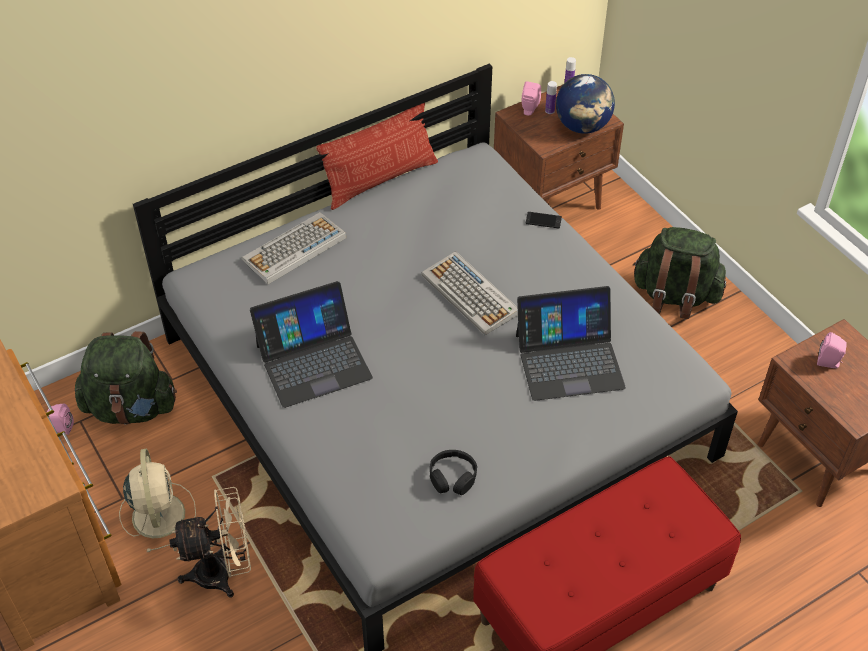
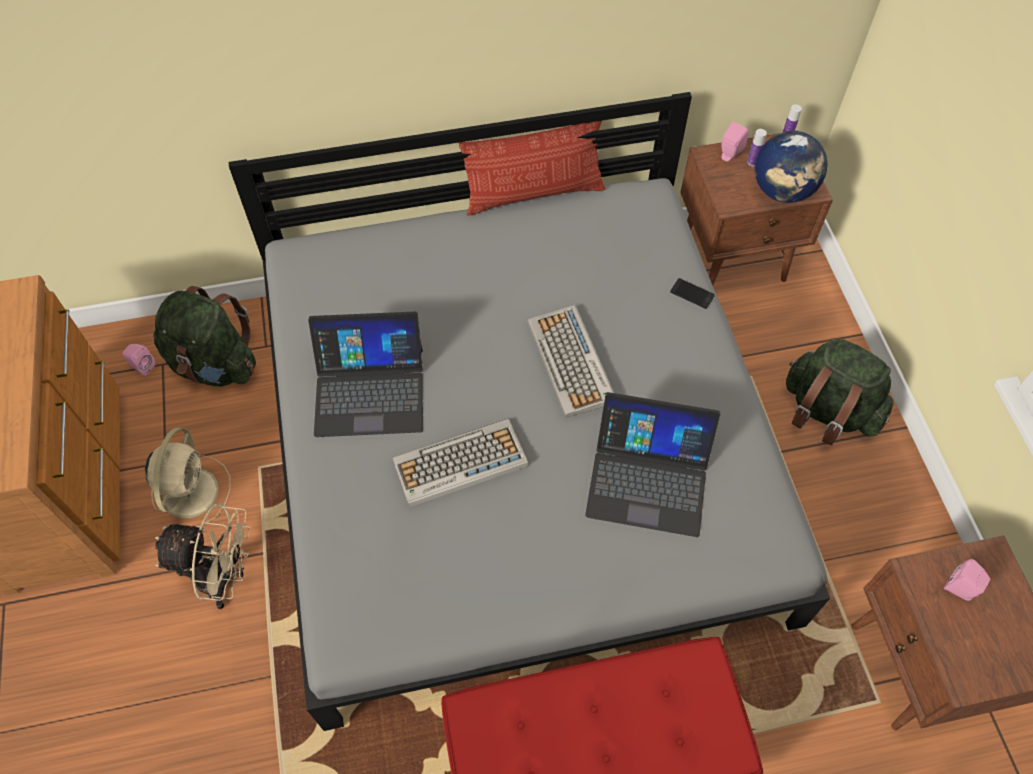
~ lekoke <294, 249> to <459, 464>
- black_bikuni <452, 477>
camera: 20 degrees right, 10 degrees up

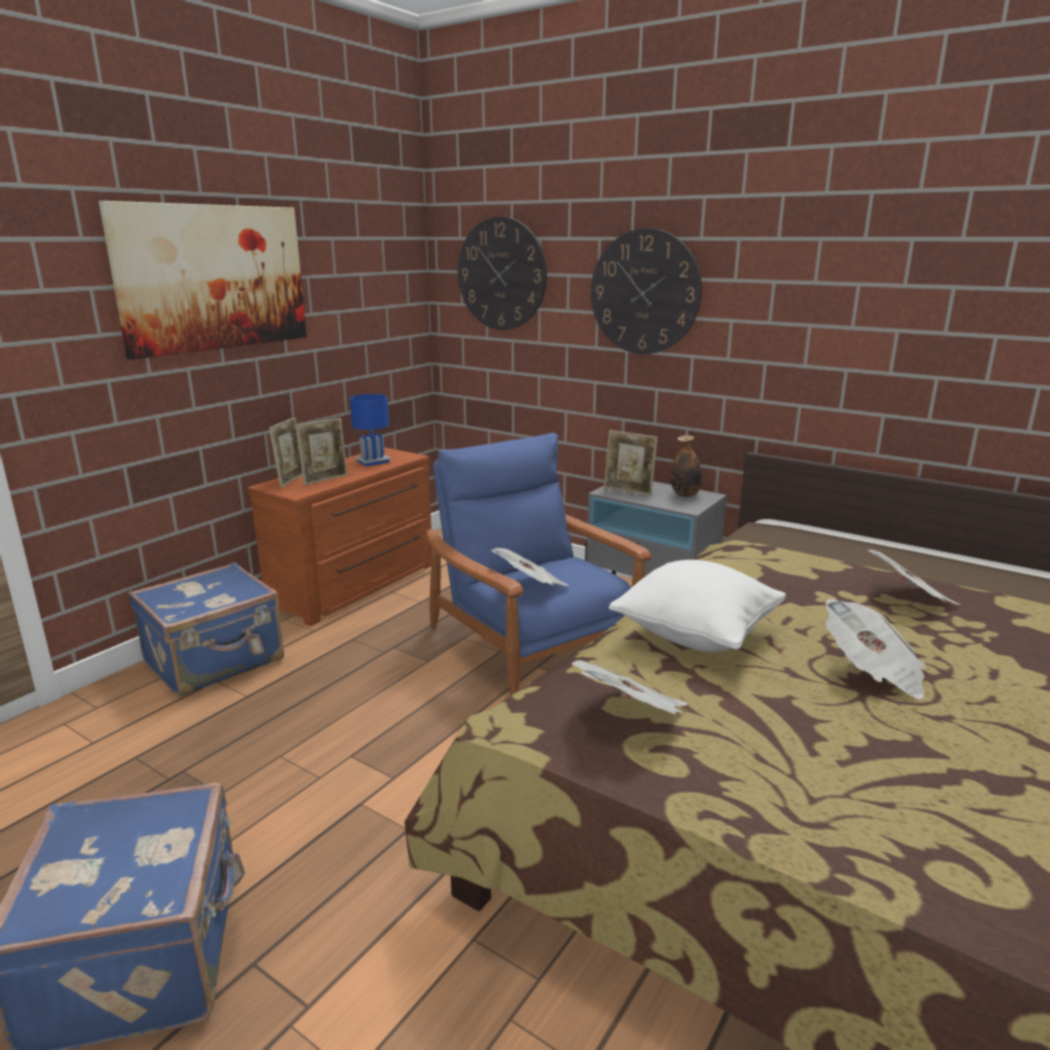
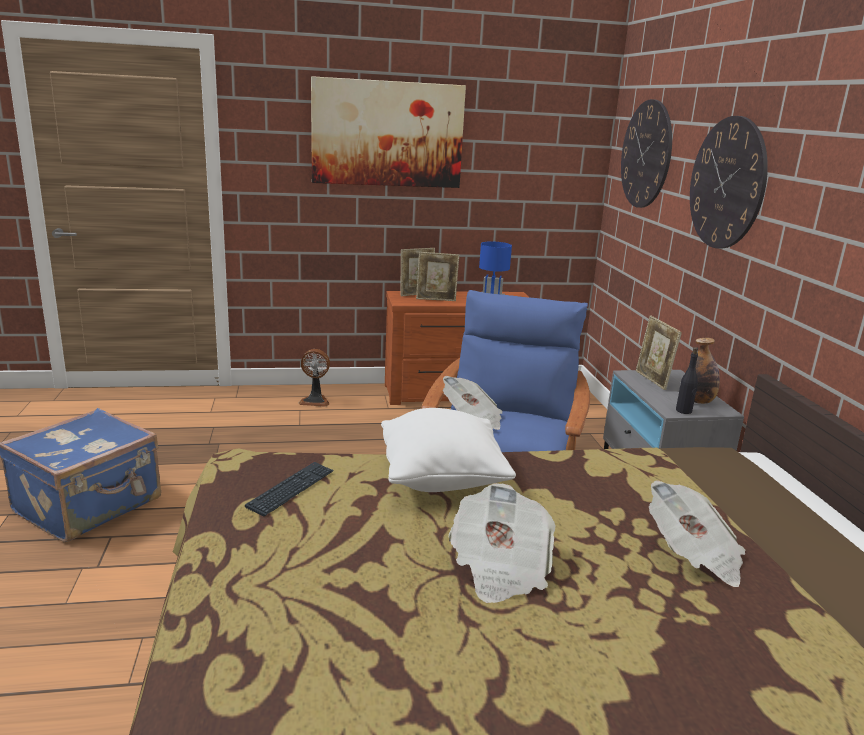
~ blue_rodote <216, 661> to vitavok <315, 401>
~ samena <631, 714> to lekoke <291, 489>
+ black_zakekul <684, 411>
camera: 45 degrees right, 0 degrees up

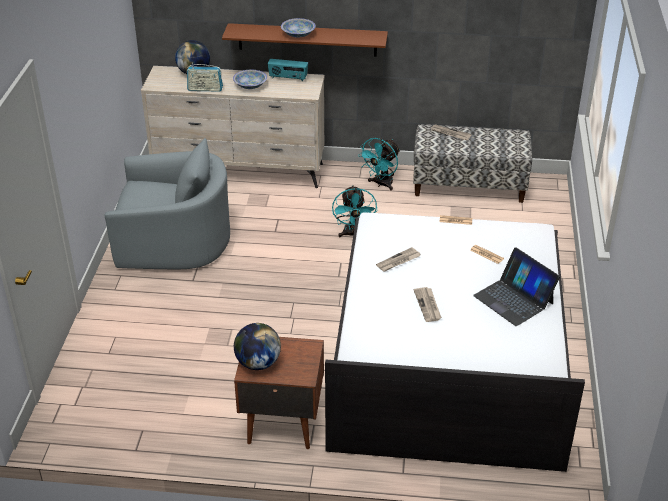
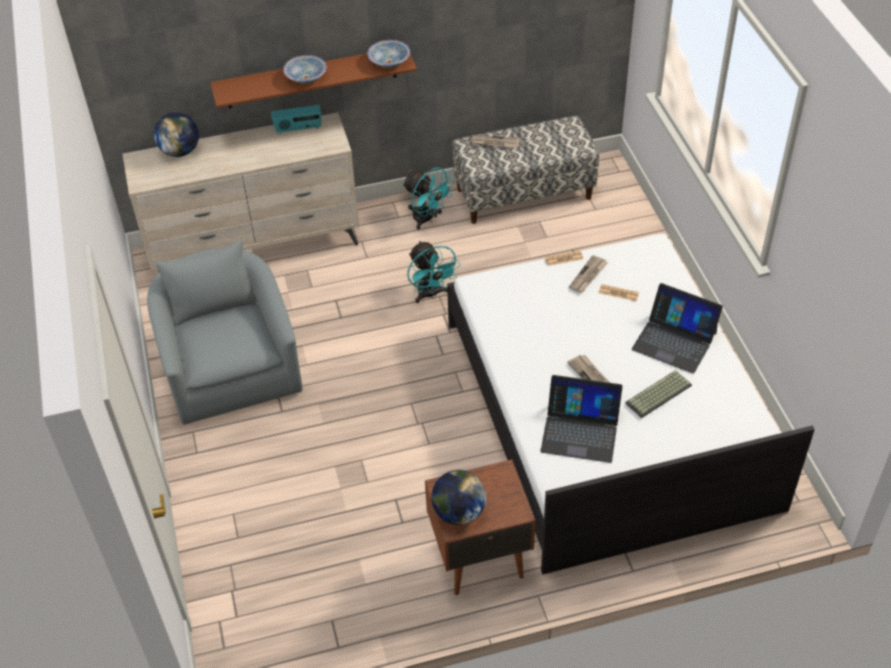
- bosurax <205, 89>
~ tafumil <250, 85> to <389, 62>
~ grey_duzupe <174, 242> = <231, 367> 90 degrees counterclockwise
~ turquoise_vitavok <381, 184> = <427, 219> 60 degrees counterclockwise
~ samena <398, 261> to <588, 276>
+ lekoke <658, 395>
+ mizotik <580, 431>
camera: 20 degrees left, 10 degrees up

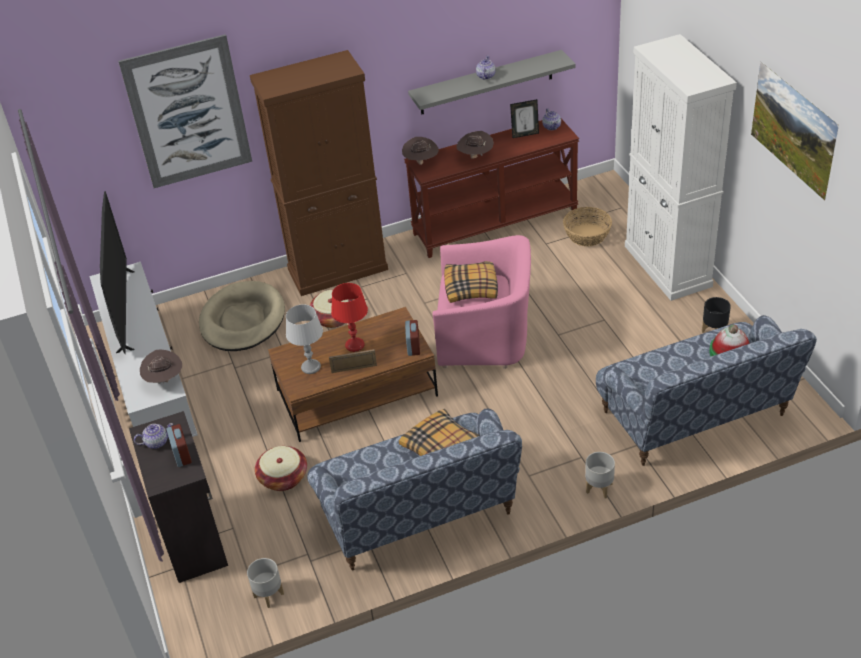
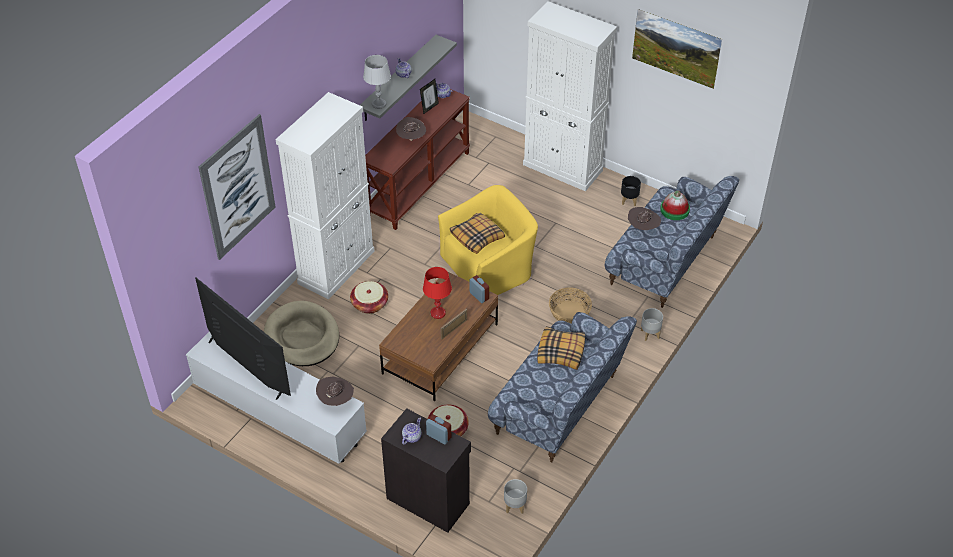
~ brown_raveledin <338, 269> to white_raveledin <336, 267>
~ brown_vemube <421, 162> to <643, 228>
~ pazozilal <586, 235> to <569, 313>
~ pink_duzupe <485, 335> to yellow_duzupe <489, 268>
~ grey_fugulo <311, 367> to <378, 104>
camera: 40 degrees left, 5 degrees up

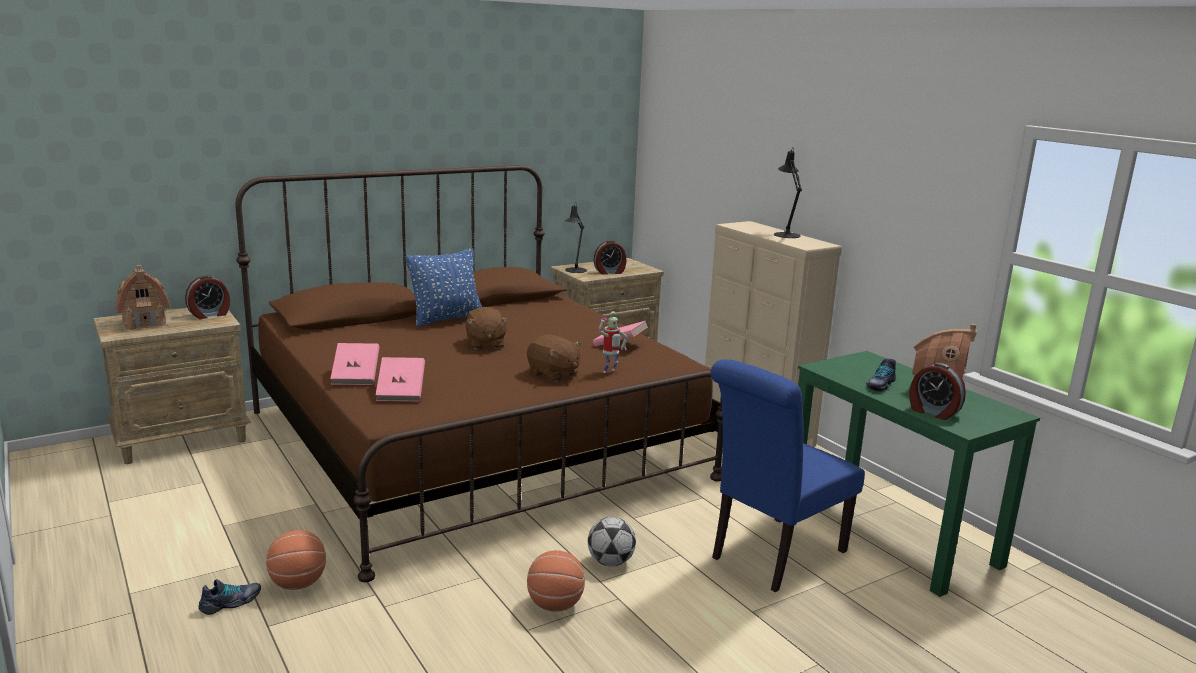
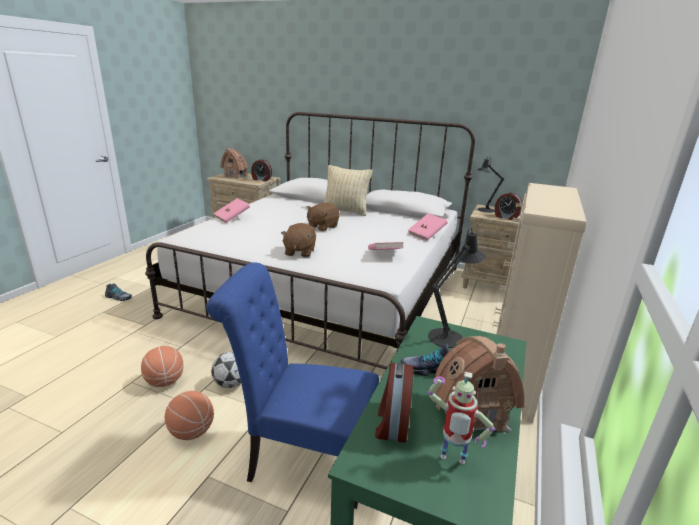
~ black_fugulo <785, 234> to <448, 336>
~ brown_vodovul <472, 444> to white_vodovul <326, 290>
~ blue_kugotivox <446, 319> to beige_kugotivox <345, 211>
~ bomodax <610, 372> to <451, 462>
~ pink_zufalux <401, 392> to <426, 235>
~ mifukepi <298, 583> to <192, 432>
camera: 55 degrees right, 5 degrees up

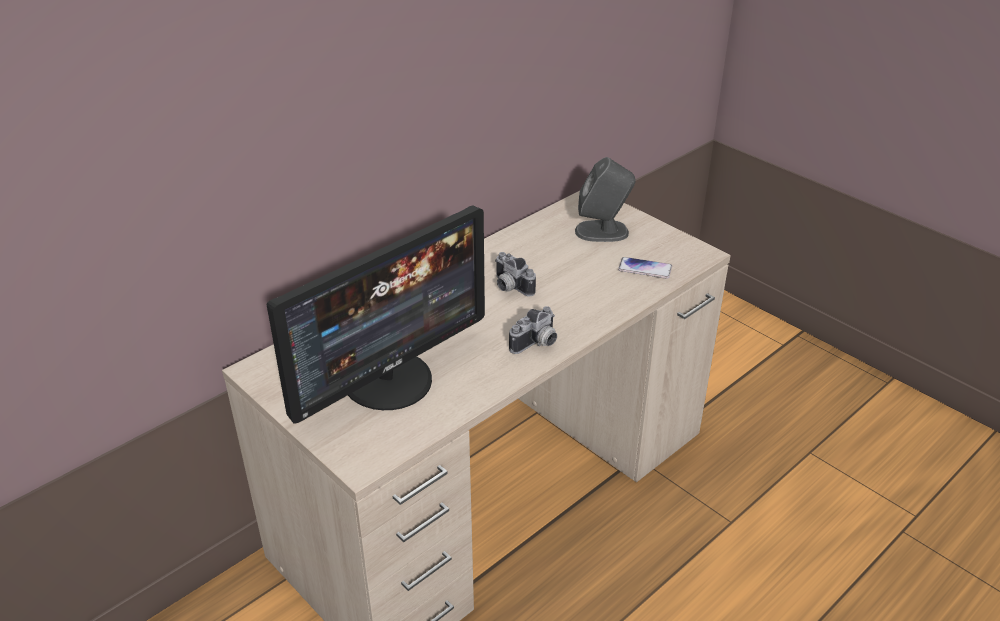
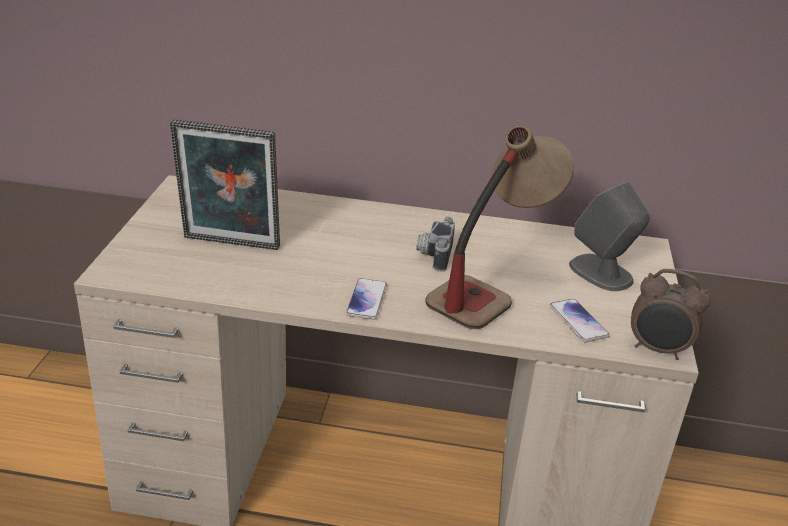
~ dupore <389, 380> to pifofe <230, 245>
~ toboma <537, 344> to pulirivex <367, 300>
+ fugulo <491, 288>
+ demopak <658, 350>
camera: 50 degrees right, 5 degrees down

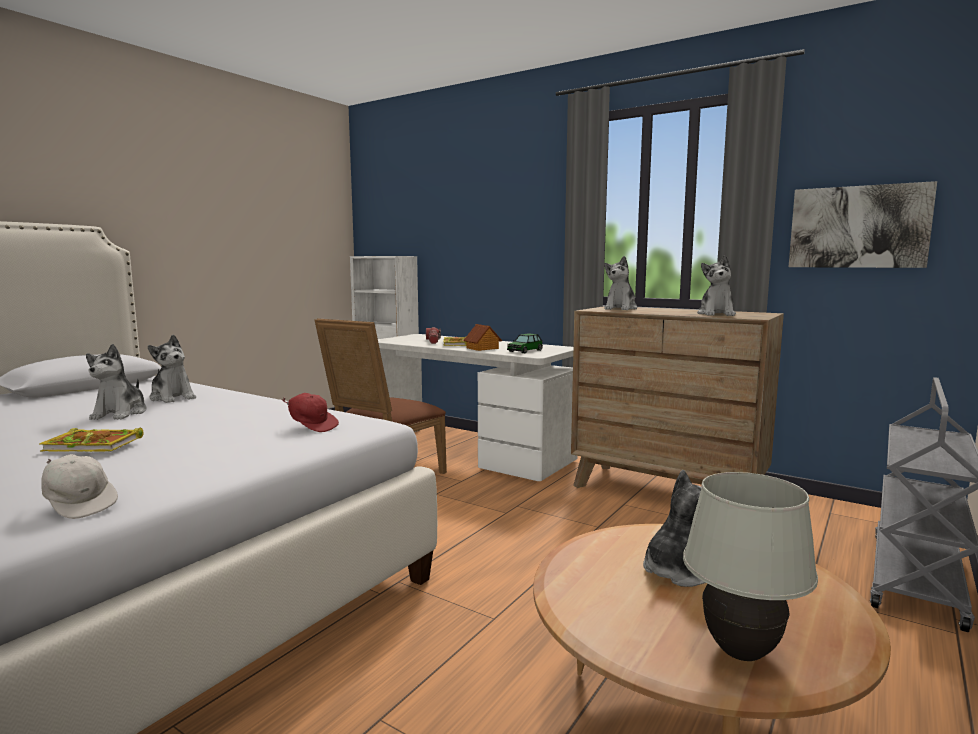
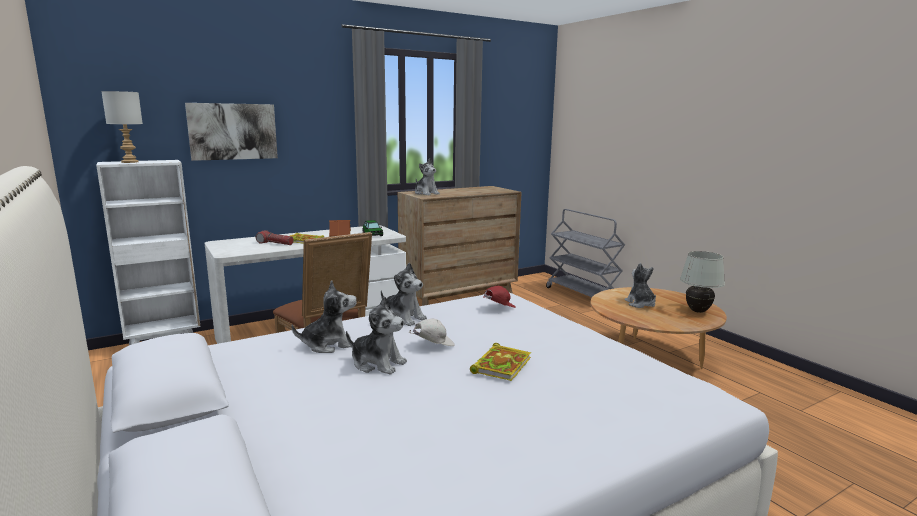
~ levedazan <858, 227> to <233, 131>
~ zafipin <716, 314> to <403, 318>
~ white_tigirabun <80, 505> to <433, 345>
+ grey_fugulo <129, 162>
camera: 65 degrees left, 5 degrees up

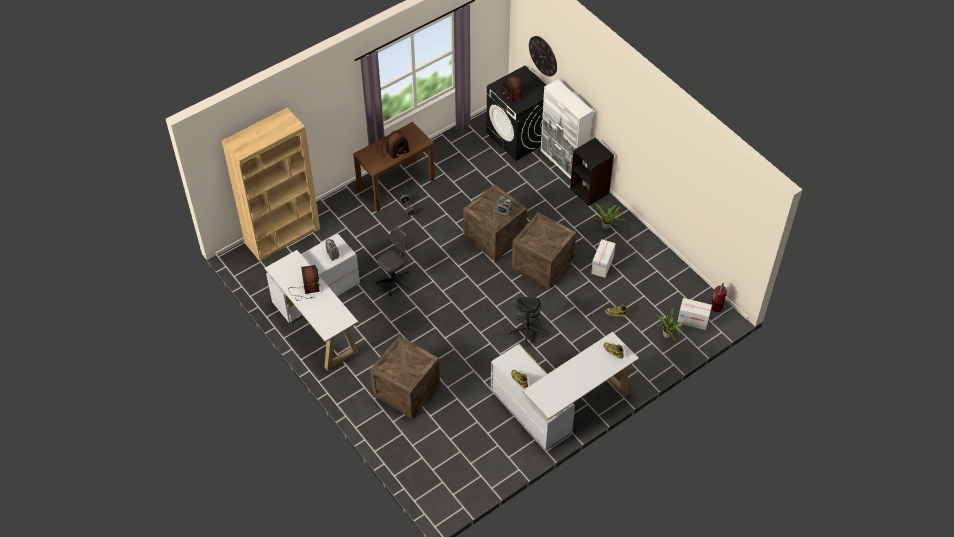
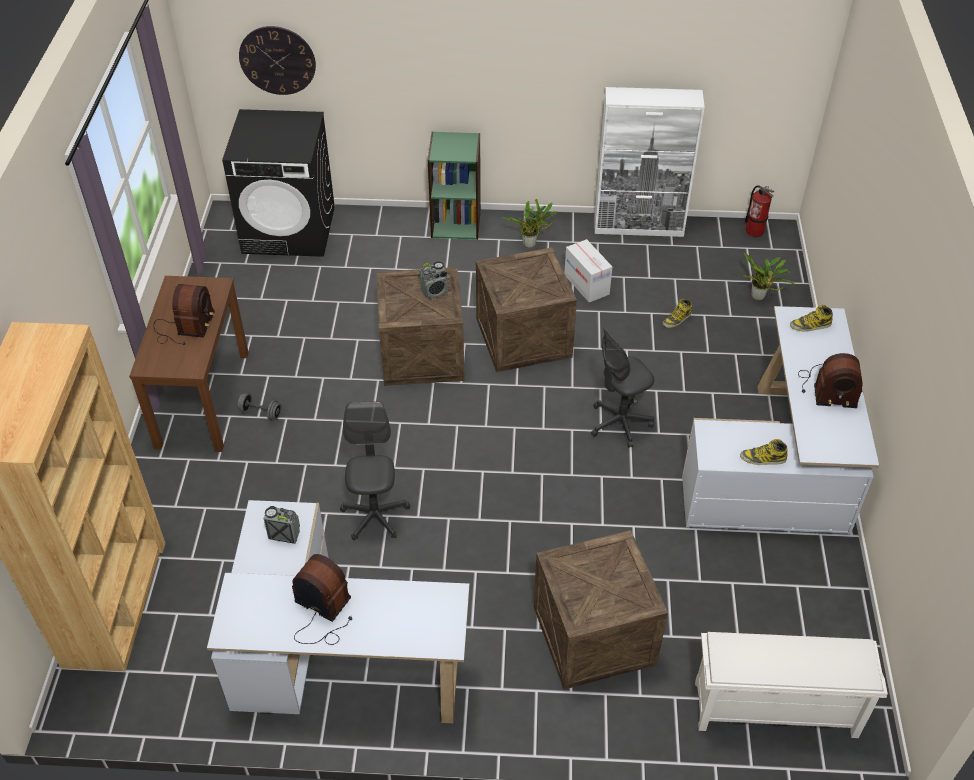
~ bosurax <513, 91> to <826, 389>
~ white_raveledin <563, 162> to <639, 226>
~ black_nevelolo <590, 191> to green_nevelolo <456, 223>
~ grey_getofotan <526, 331> = <620, 423> 105 degrees clockwise
- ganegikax <692, 320>
+ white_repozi <773, 710>
camera: 50 degrees left, 5 degrees down

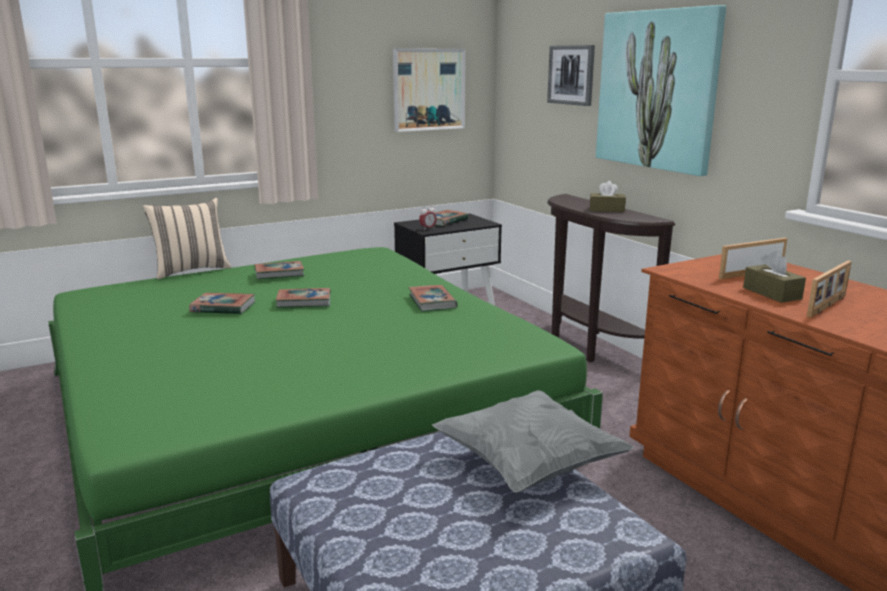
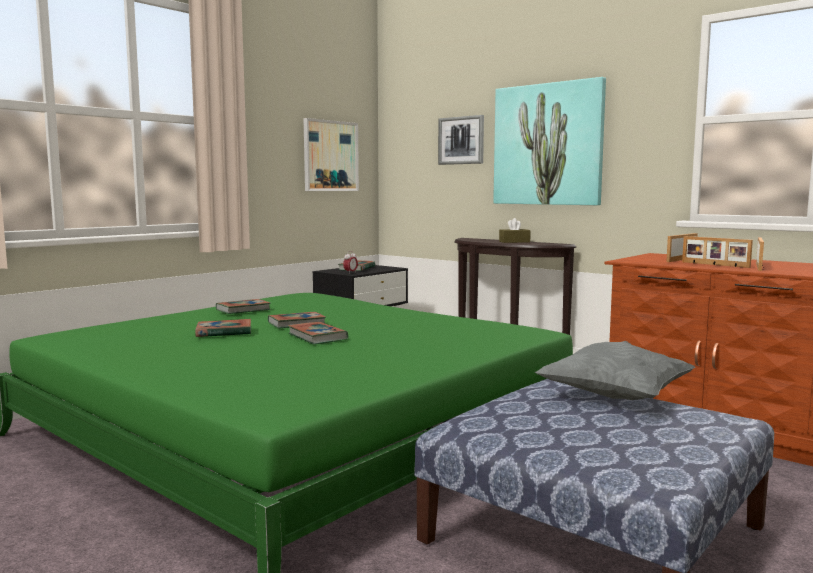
- beige_kugotivox <191, 270>
~ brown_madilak <772, 293> to pifofe <714, 265>
~ zufalux <432, 302> to <317, 337>
camera: 20 degrees left, 10 degrees down

